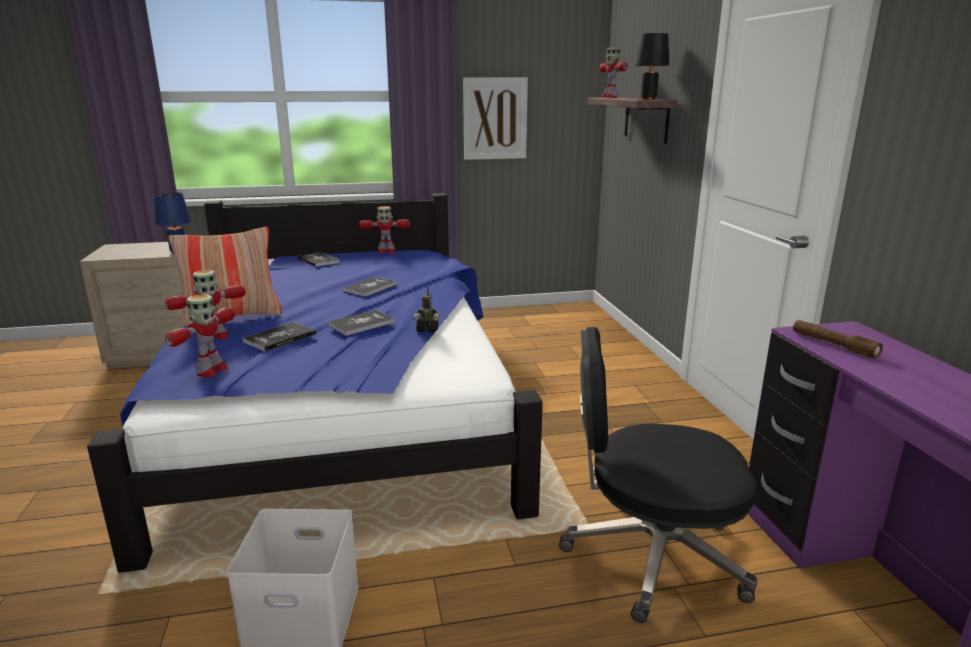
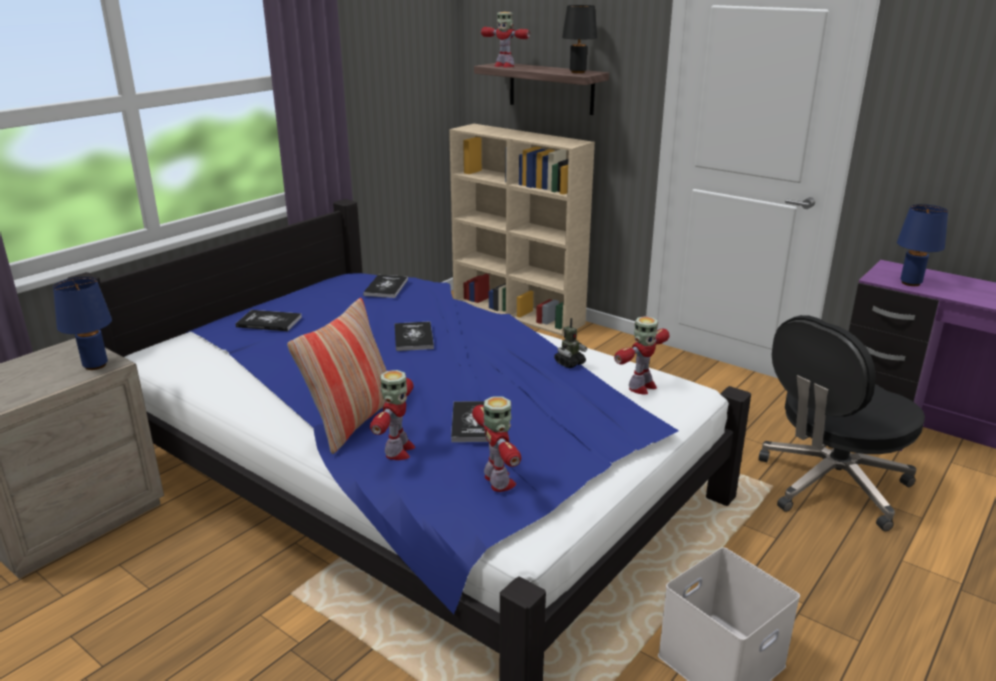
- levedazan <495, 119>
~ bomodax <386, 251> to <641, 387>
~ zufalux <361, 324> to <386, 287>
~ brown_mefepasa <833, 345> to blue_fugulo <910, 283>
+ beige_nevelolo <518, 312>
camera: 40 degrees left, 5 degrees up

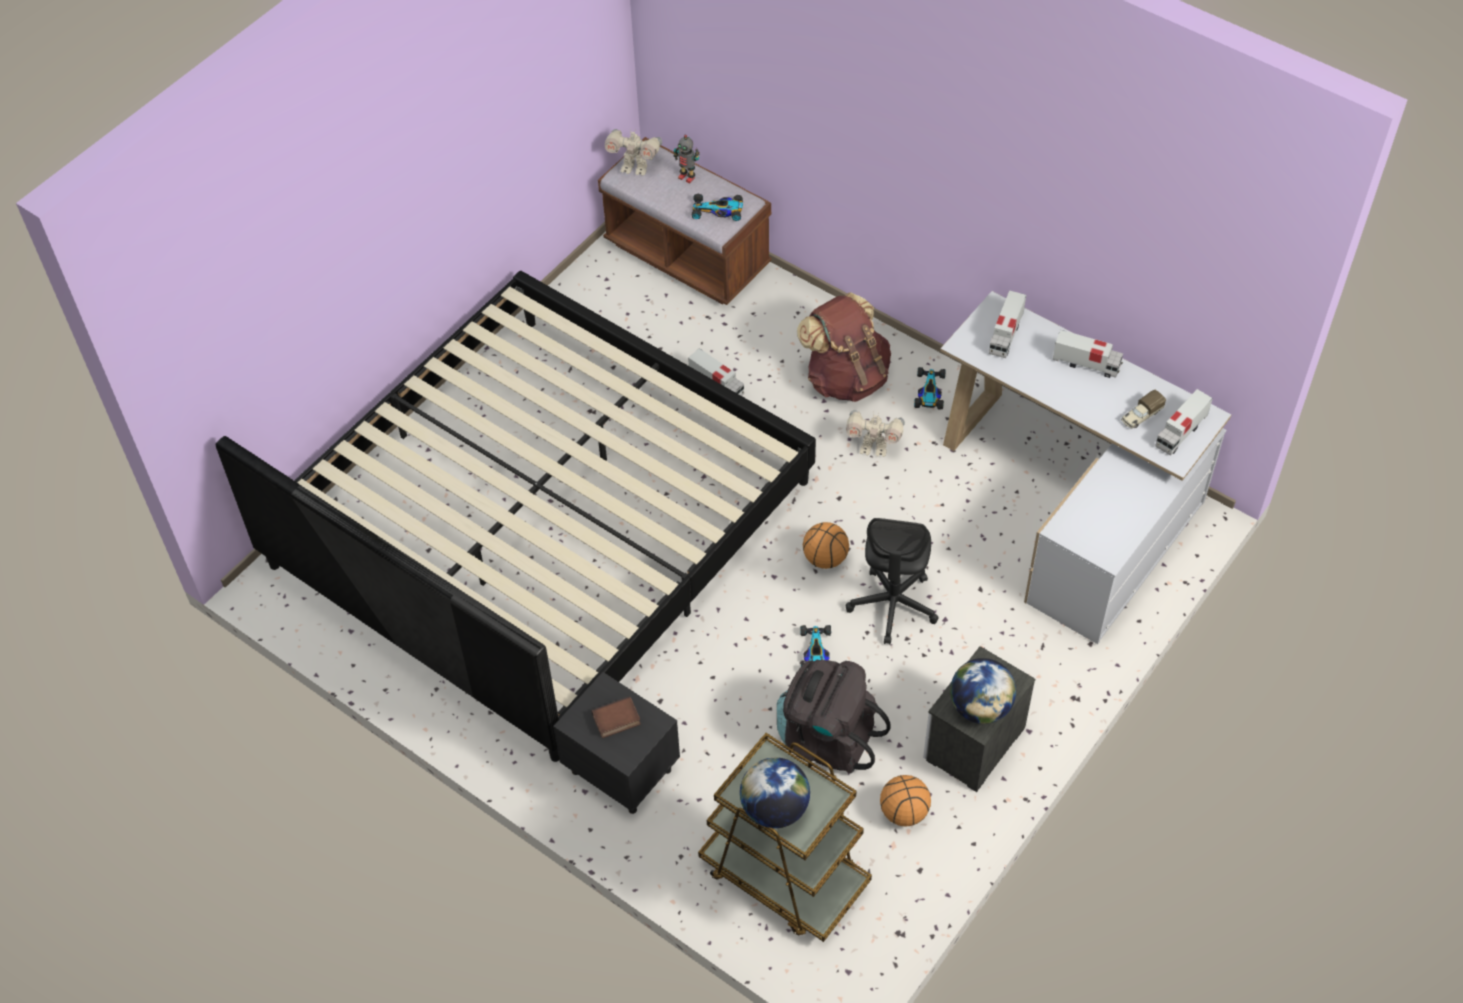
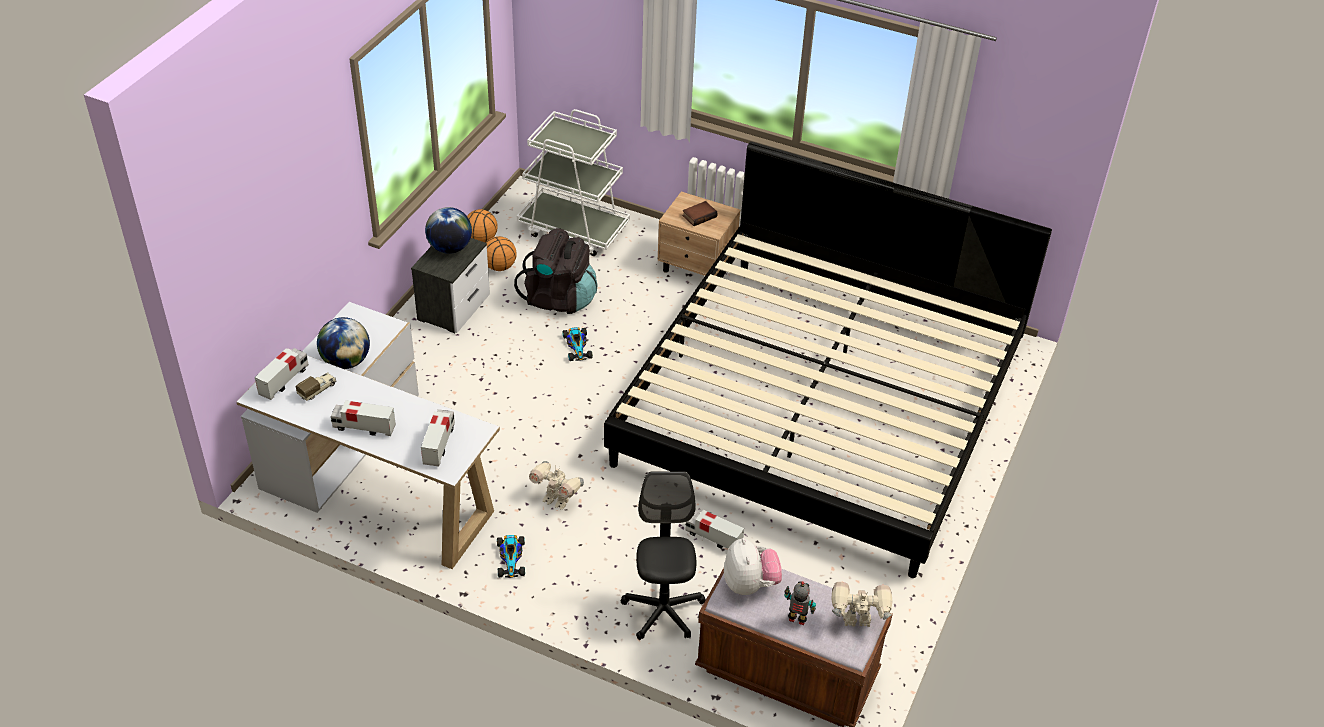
~ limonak <718, 210> to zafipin <750, 584>
- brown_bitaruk <846, 377>
~ bomodax <873, 448> = <556, 500> 150 degrees counterclockwise
~ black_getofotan <893, 605> to <663, 611>
~ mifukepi <825, 559> to <481, 239>
~ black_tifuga <620, 769> to beige_tifuga <697, 267>
~ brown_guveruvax <783, 875> to white_guveruvax <574, 229>
~ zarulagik <774, 809> to <346, 361>
camera: 165 degrees right, 10 degrees down

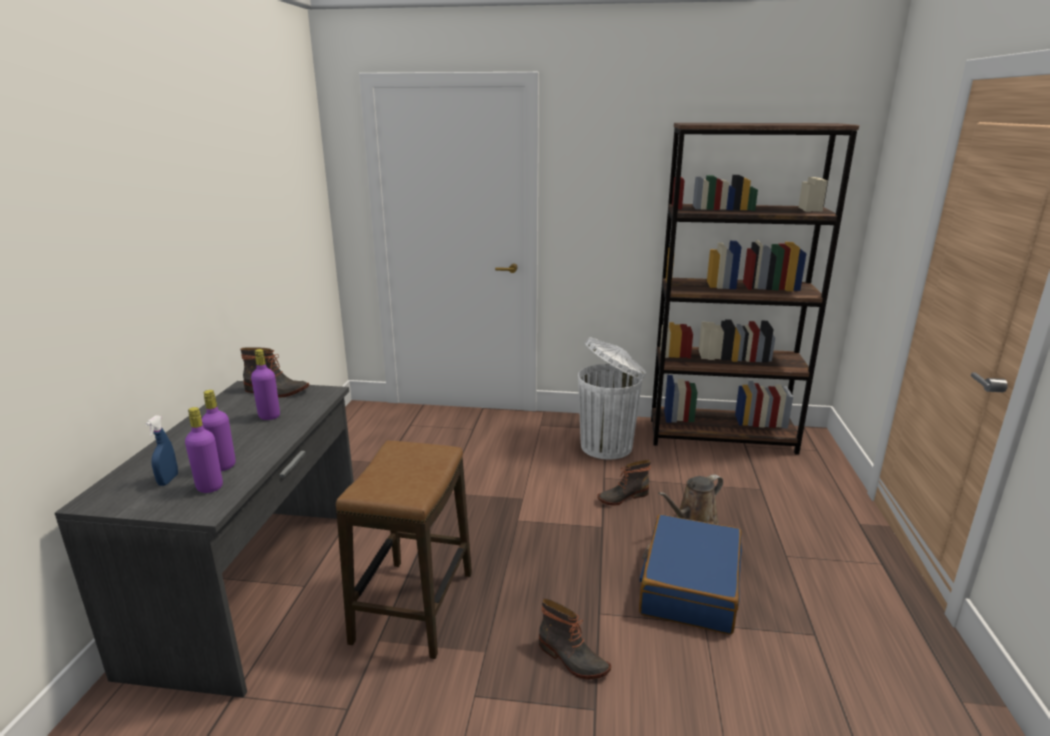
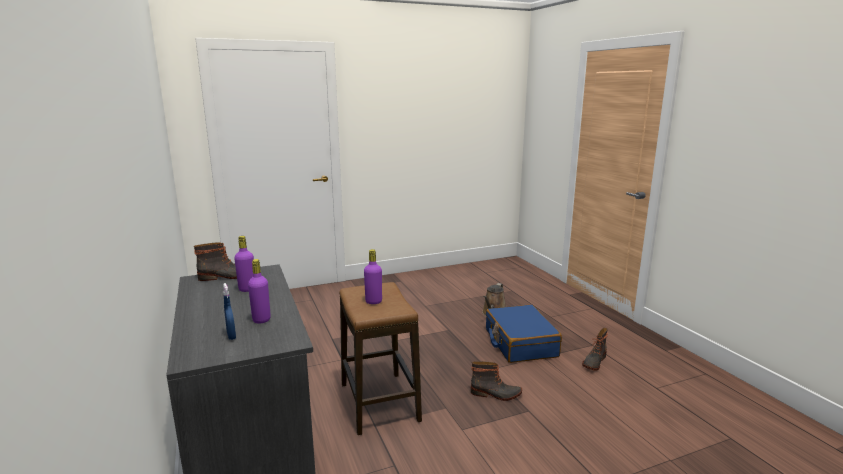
- brown_nevelolo <721, 436>
- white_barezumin <608, 446>
~ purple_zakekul <209, 487> to <373, 301>
~ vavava <622, 497> to <594, 362>
camera: 30 degrees left, 5 degrees down

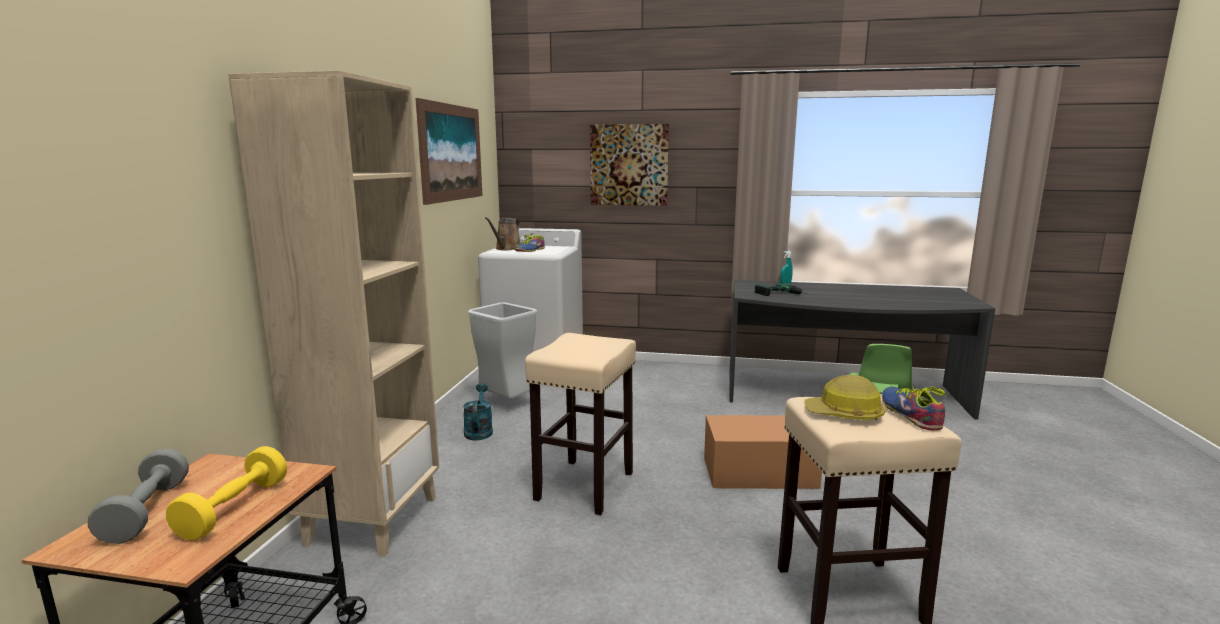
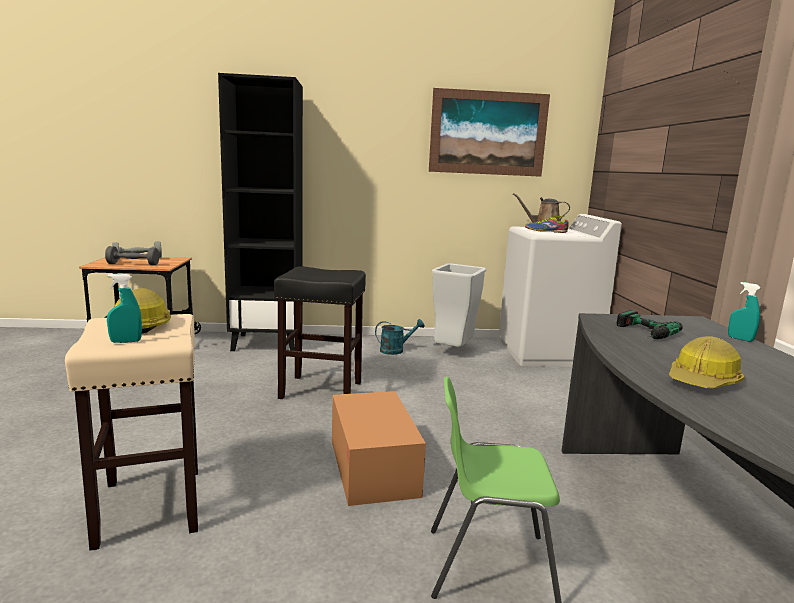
~ beige_nevelolo <372, 519> to black_nevelolo <267, 343>
- levedazan <629, 165>
~ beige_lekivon <584, 486> to black_lekivon <320, 390>
~ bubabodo <910, 414> to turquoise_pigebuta <126, 341>
~ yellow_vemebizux <234, 509> to grey_vemebizux <133, 264>
+ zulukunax <702, 381>
camera: 75 degrees right, 0 degrees up

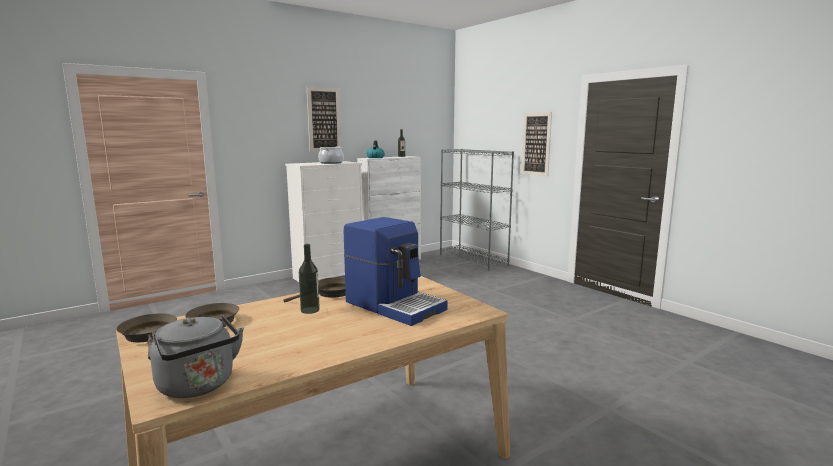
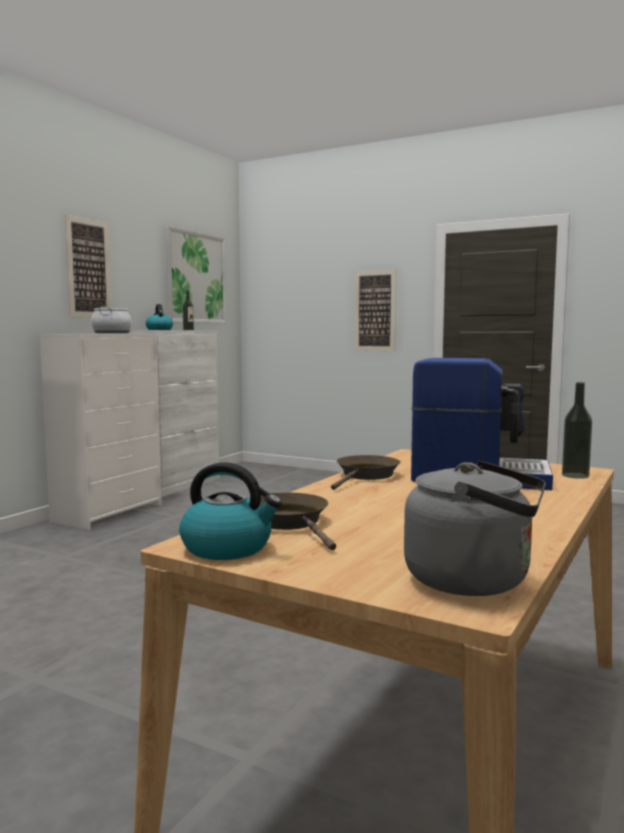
- grey_nevelolo <473, 260>
~ zakekul <310, 310> to <575, 475>
~ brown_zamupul <149, 336> to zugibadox <228, 548>
+ levedazan <195, 278>
camera: 25 degrees left, 5 degrees down

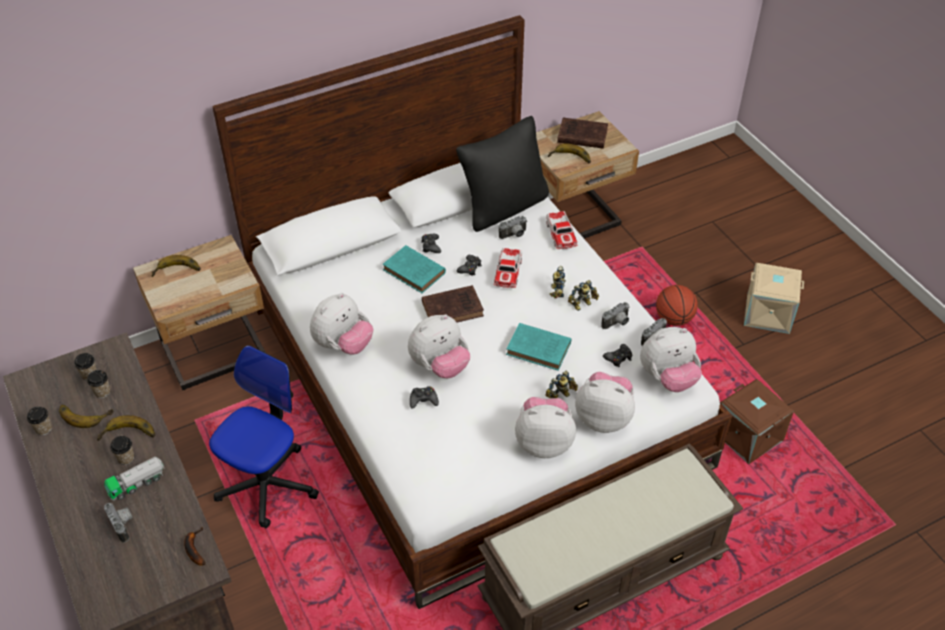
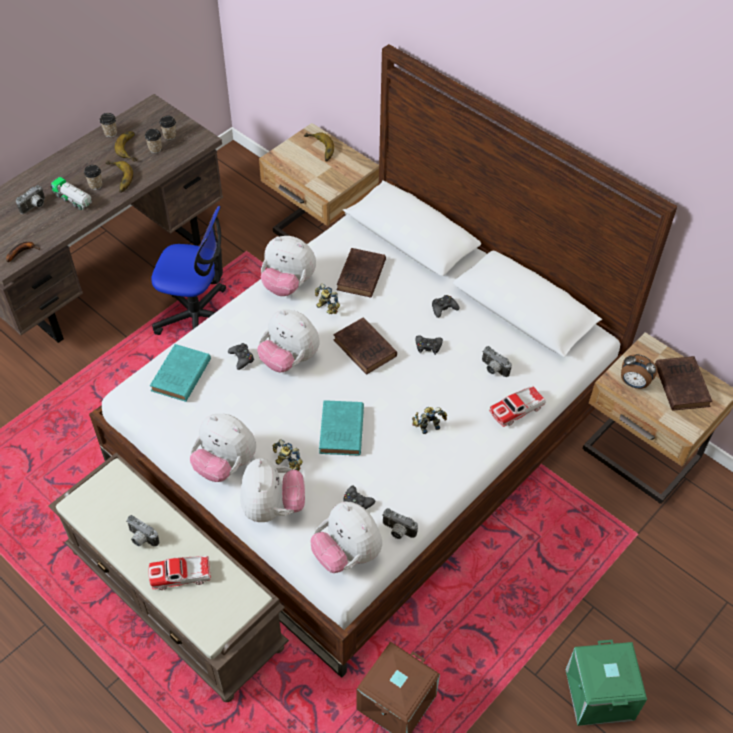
- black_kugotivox <503, 207>
~ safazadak <570, 159> to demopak <633, 383>
~ turquoise_zufalux <415, 272> to <180, 376>
~ limonak <508, 272> to <181, 575>
~ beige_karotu <767, 314> to green_karotu <598, 694>
~ bomodax <583, 305> to <326, 308>
- mifukepi <673, 319>
~ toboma <617, 323> to <141, 539>
~ zafipin <544, 442> = <225, 464> 135 degrees clockwise
+ brown_zufalux <361, 276>
camera: 70 degrees right, 5 degrees up

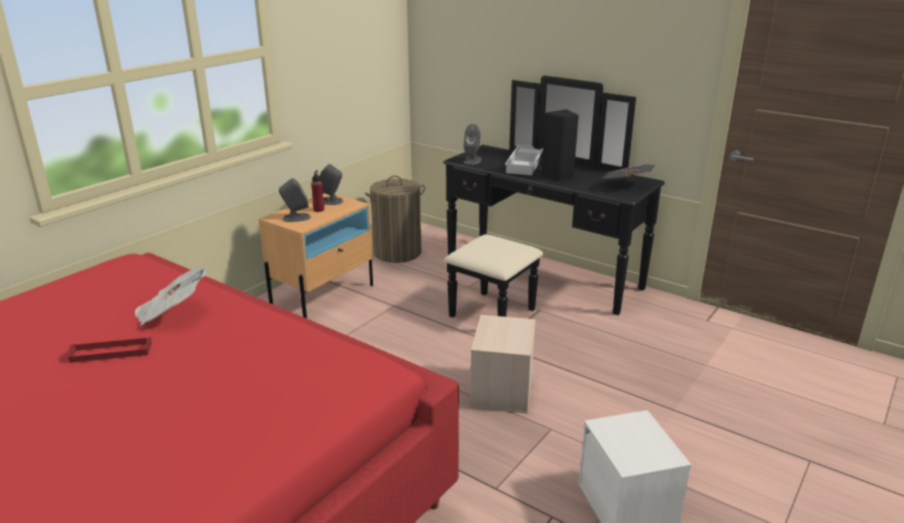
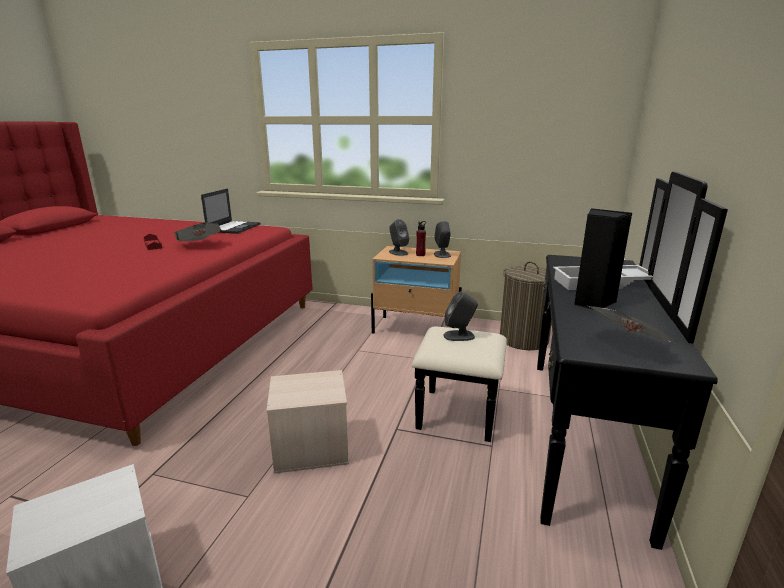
~ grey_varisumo <472, 160> to <459, 336>
+ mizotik <234, 227>
camera: 70 degrees right, 5 degrees down

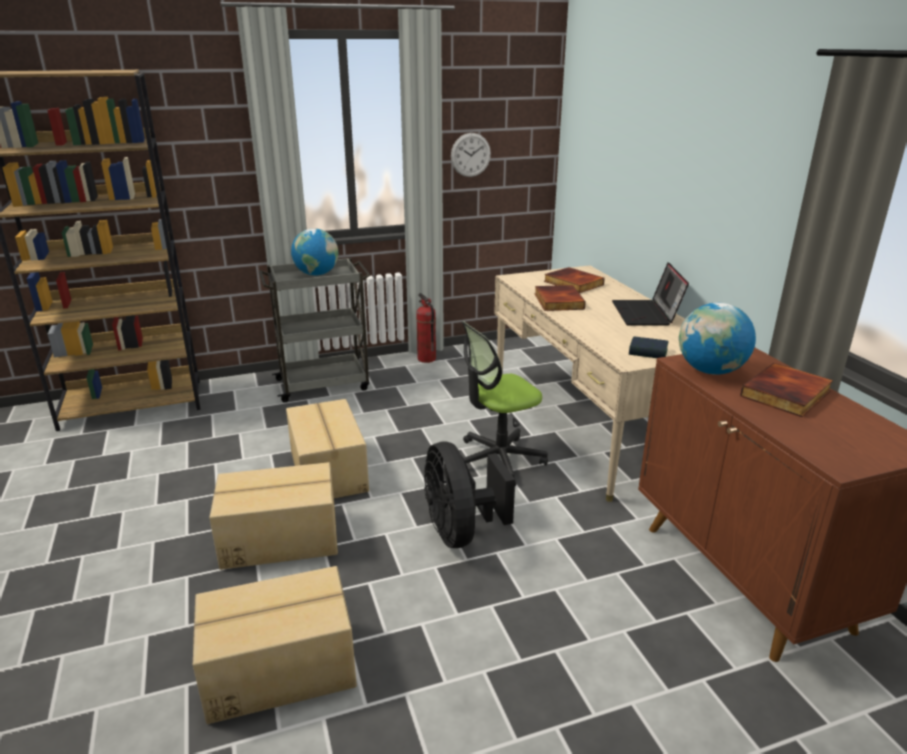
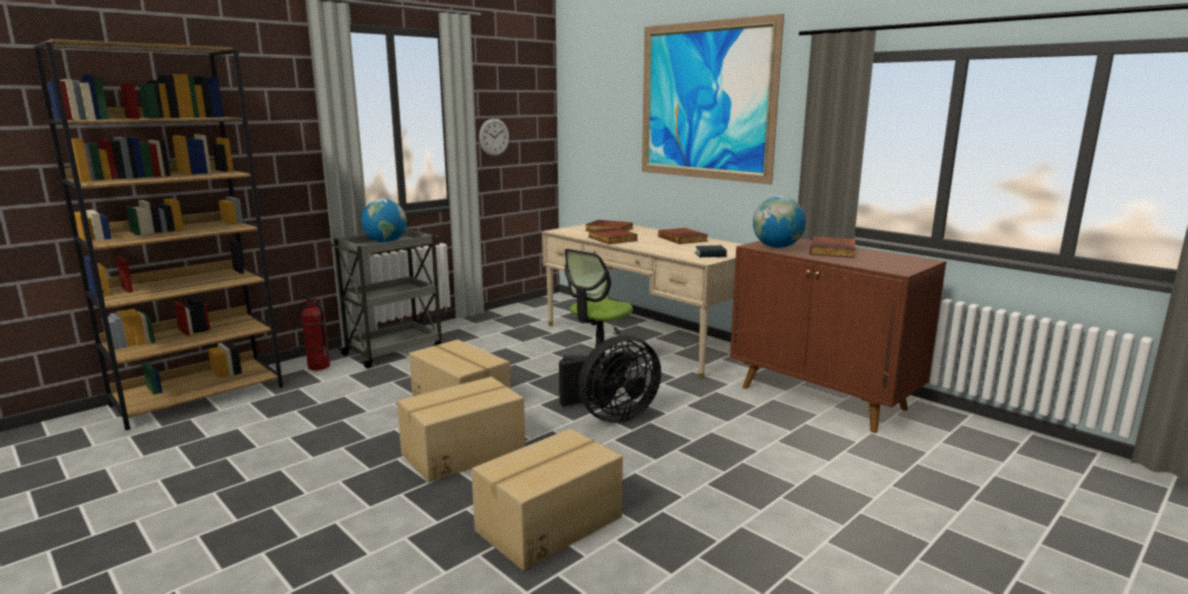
~ mizotik <646, 314> to zufalux <683, 239>
~ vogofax <426, 359> to <318, 367>
~ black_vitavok <461, 531> = <611, 416> 75 degrees counterclockwise
+ levedazan <705, 101>
camera: 25 degrees left, 10 degrees down

